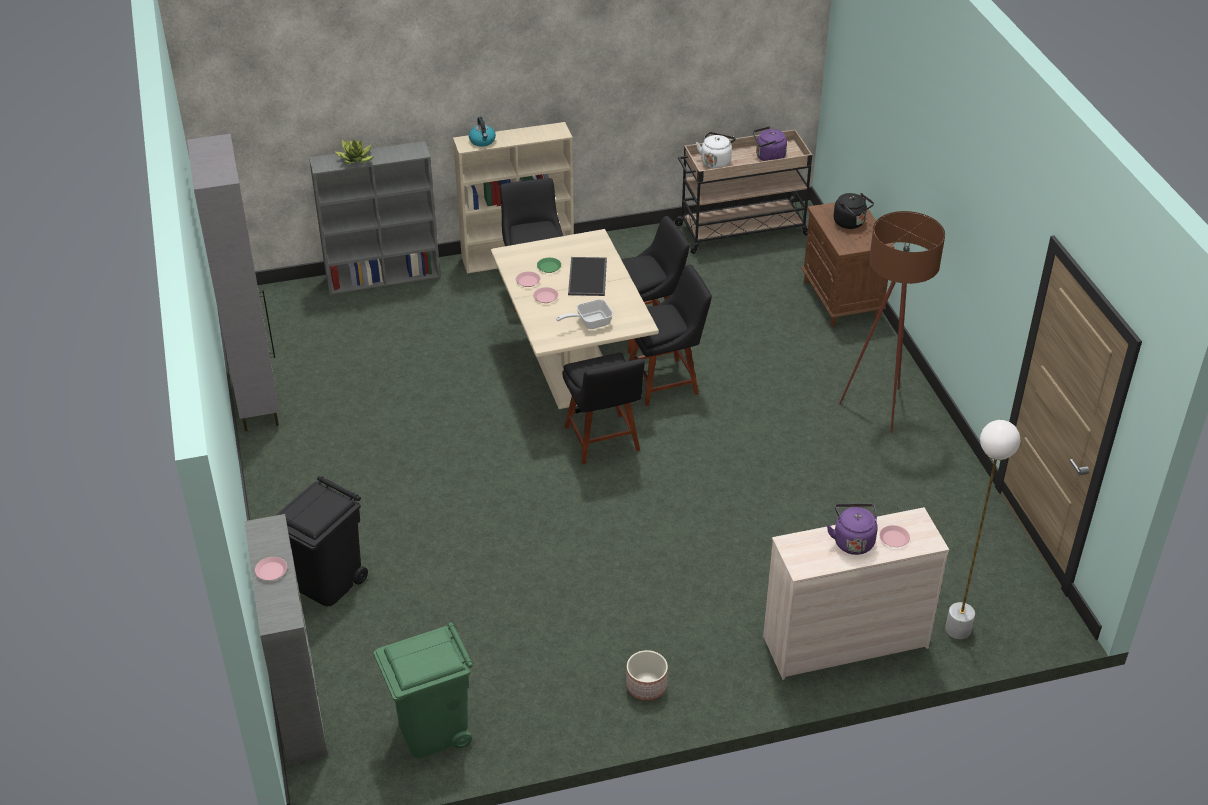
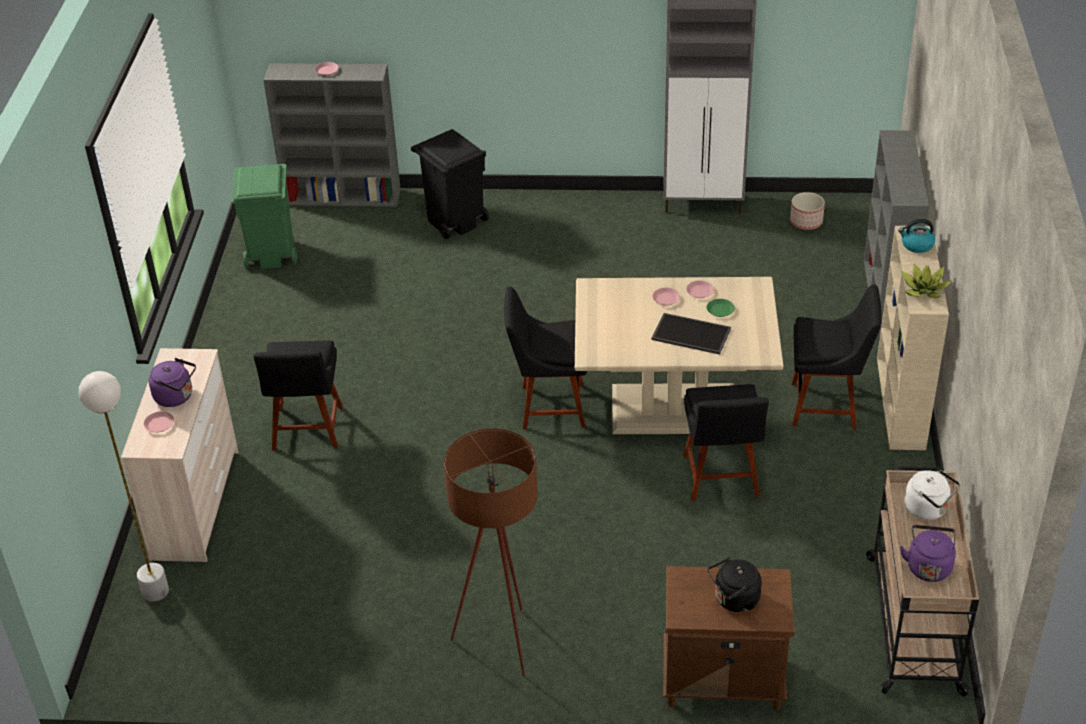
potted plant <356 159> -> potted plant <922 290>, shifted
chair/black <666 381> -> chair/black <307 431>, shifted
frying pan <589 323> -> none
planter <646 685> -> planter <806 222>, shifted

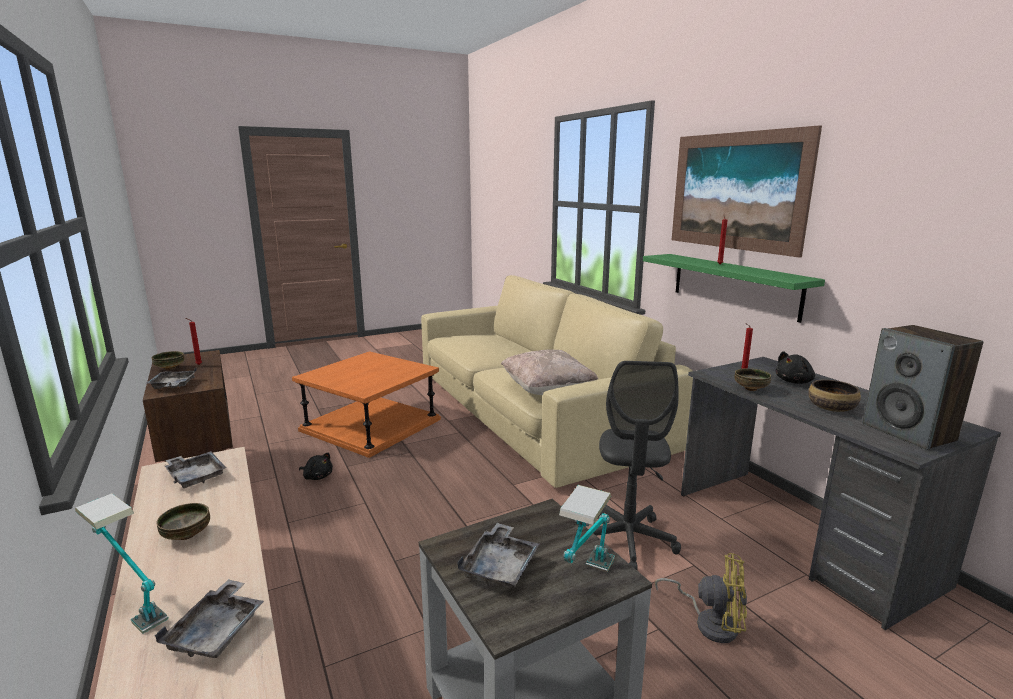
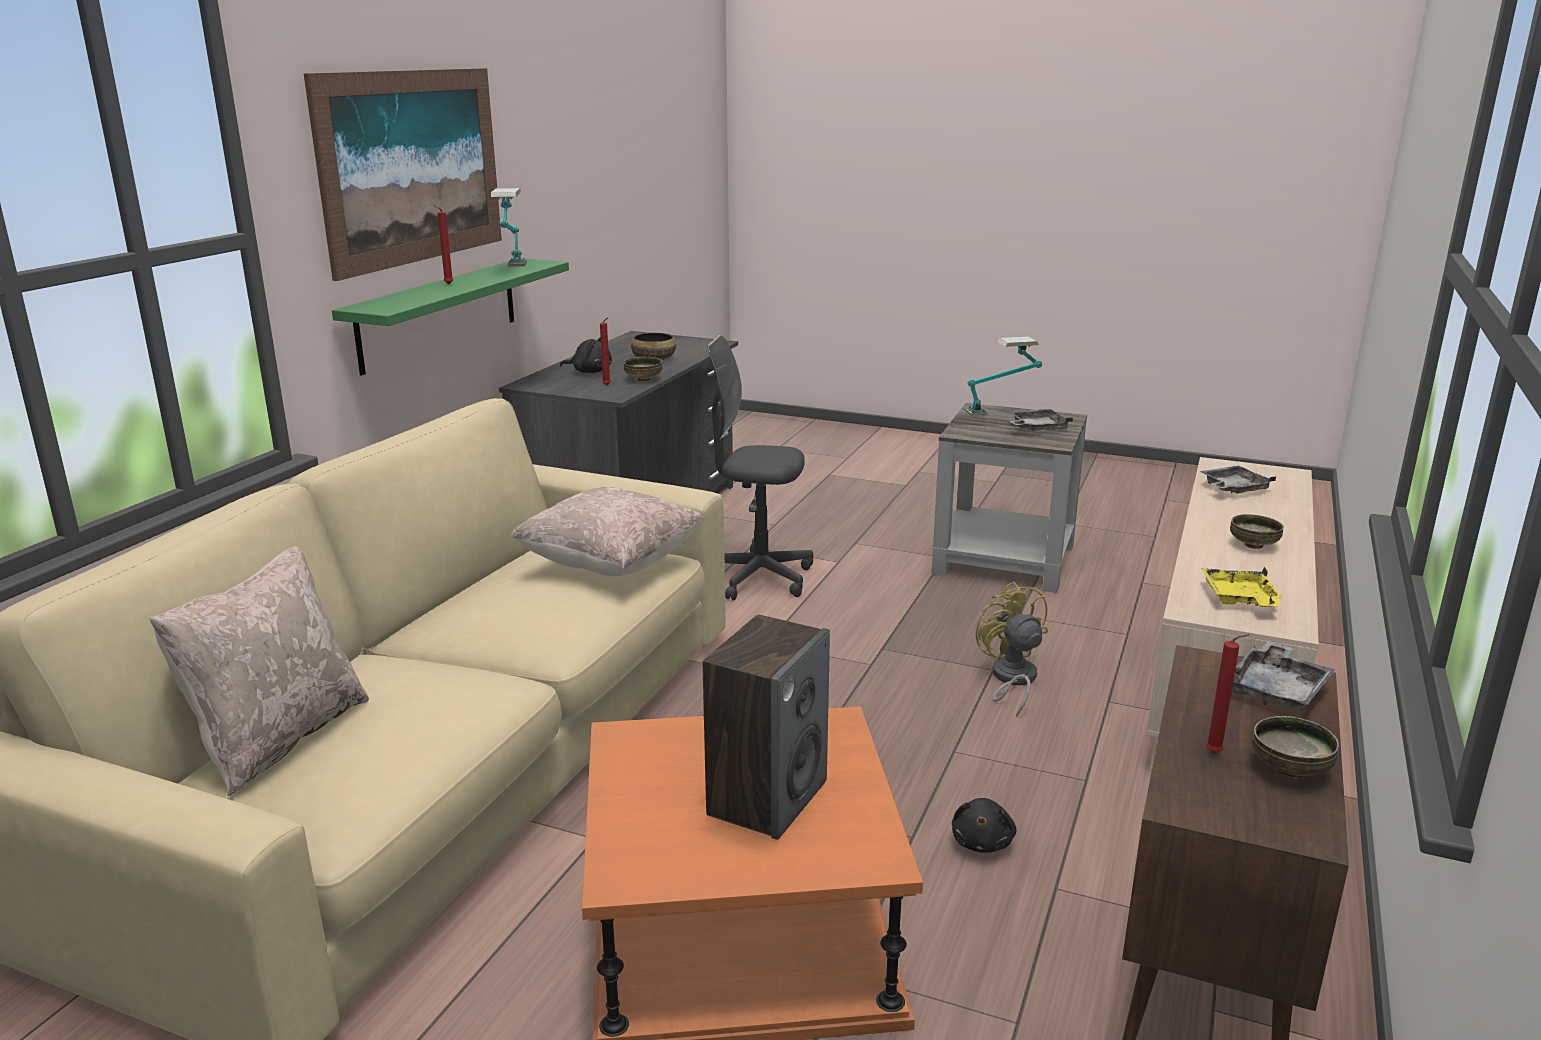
speaker <909 432> -> speaker <767 797>, shifted
office chair/grey <628 541> -> office chair/grey <758 578>, 135 degrees counterclockwise
tray/grey <195 476> -> tray/yellow <1240 599>
plush toy/black <317 476> -> plush toy/black <982 842>, 150 degrees counterclockwise
table lamp <132 604> -> table lamp <514 269>, shifted
fan/yellow <710 622> -> fan/yellow <1011 680>, shifted
none -> pillow/beige <278 738>

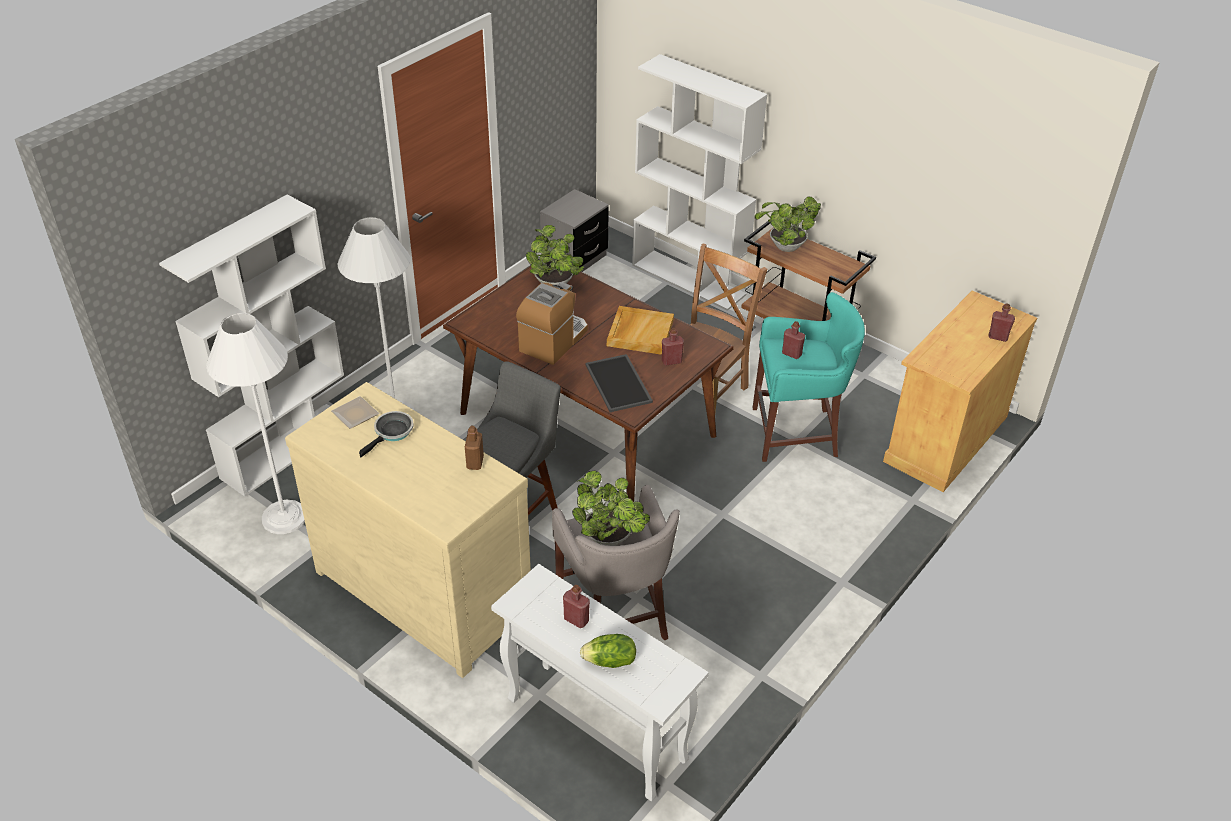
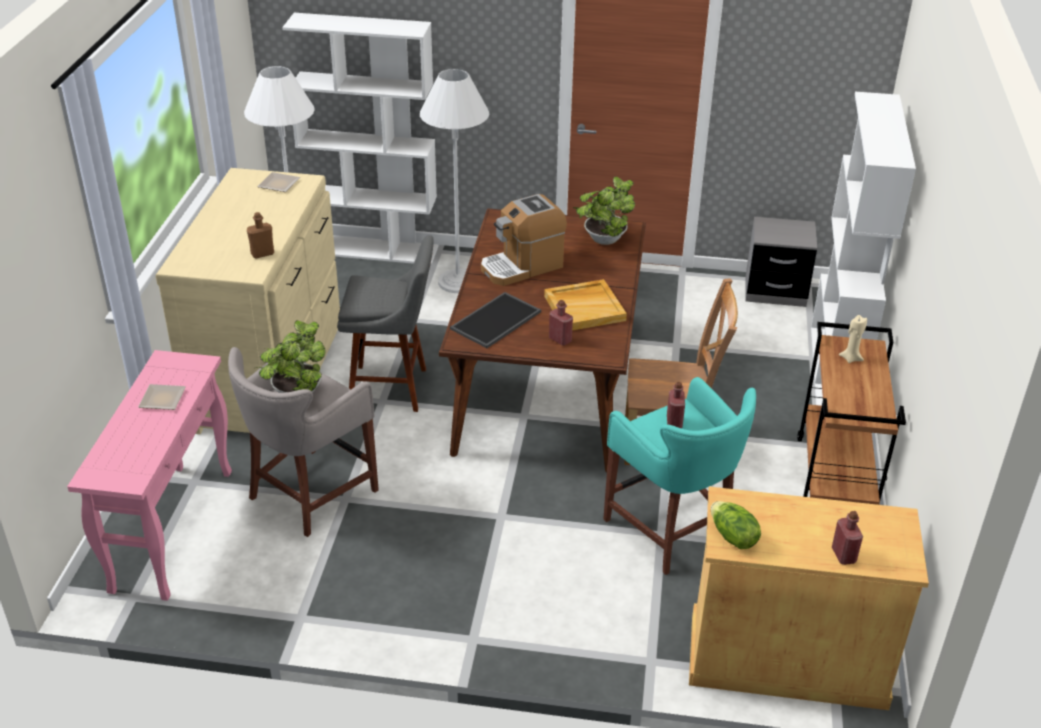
potted plant <784 247> -> candle/beige <850 358>
coffee machine <553 340> -> coffee machine <522 266>, 150 degrees clockwise
frying pan <392 433> -> none
console table/white <594 729> -> console table/pink <173 529>
bottle/red <576 619> -> plate <164 398>
lettuce <610 661> -> lettuce <732 537>, shifted

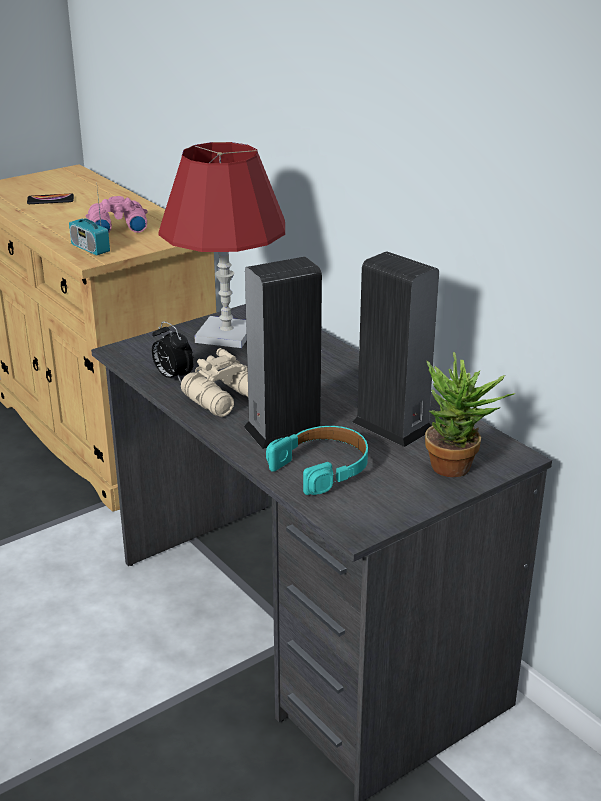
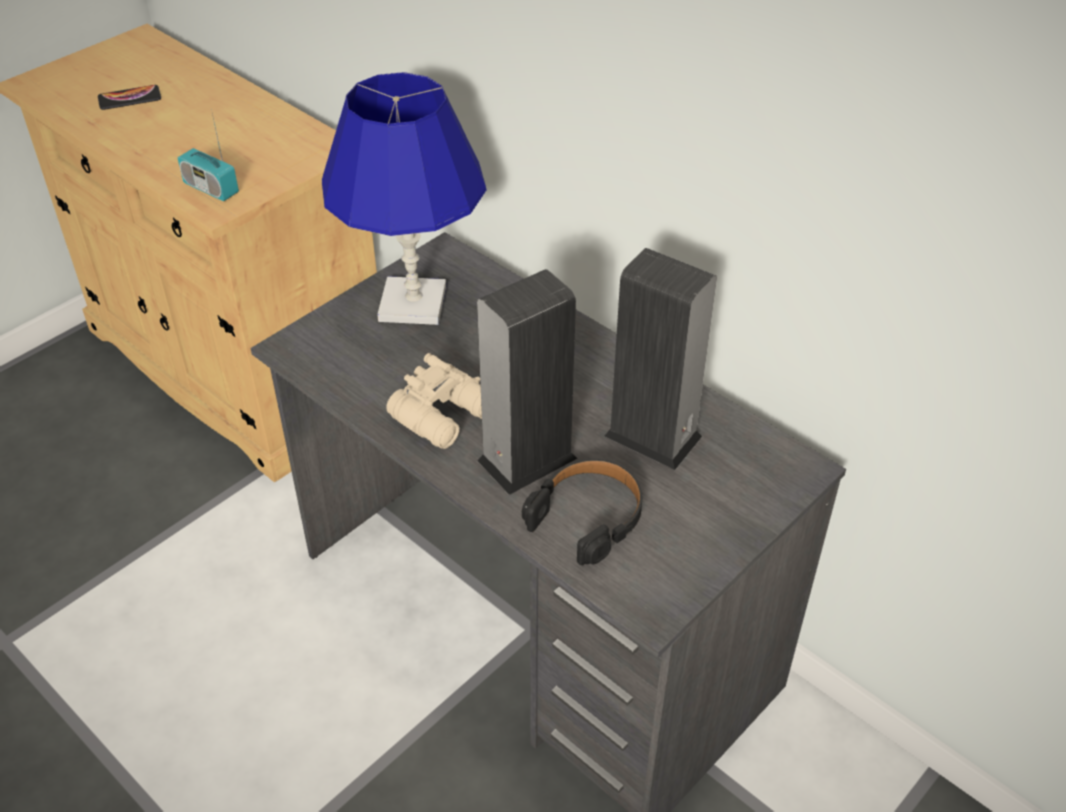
table lamp/red <226 335> -> table lamp/blue <413 303>
binoculars/pink <116 227> -> none
alarm clock <172 377> -> none
potted plant <459 469> -> none
headphones/turquoise <322 467> -> headphones/black <588 517>

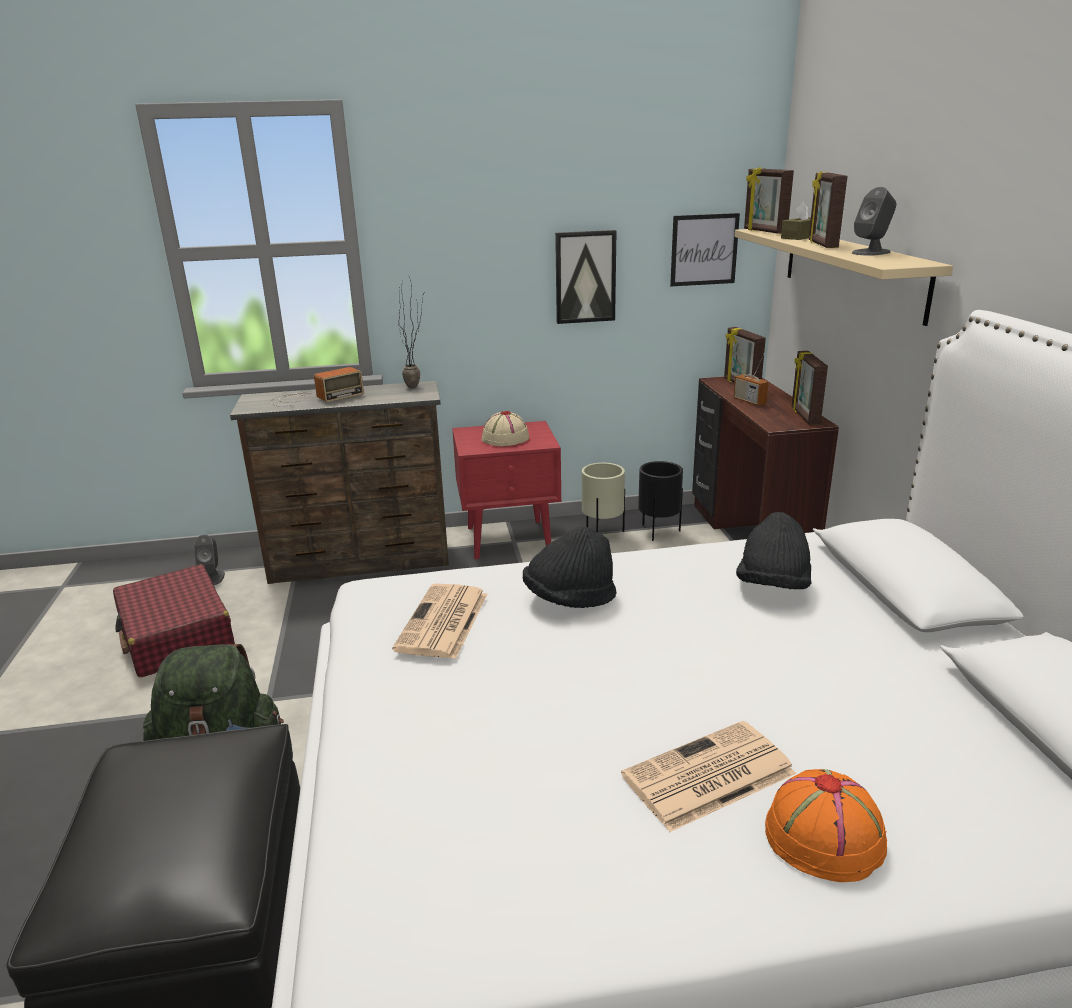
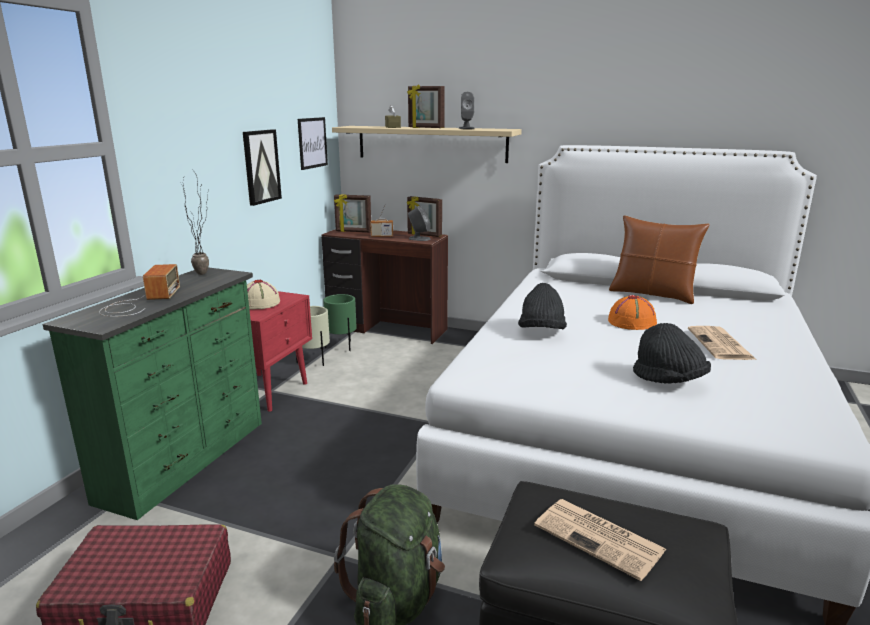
picture frame <764 231> -> none
dresser/brown <361 562> -> dresser/green <187 460>
planter/black <658 533> -> planter/green <342 347>
hat/black <772 586> -> hat/black <669 381>, shifted
speaker/grey <212 578> -> speaker/grey <419 239>, shifted
newspaper <443 622> -> newspaper <600 538>, shifted
hat/orange <824 836> -> hat/orange <632 322>, shifted
none -> pillow/brown <652 294>

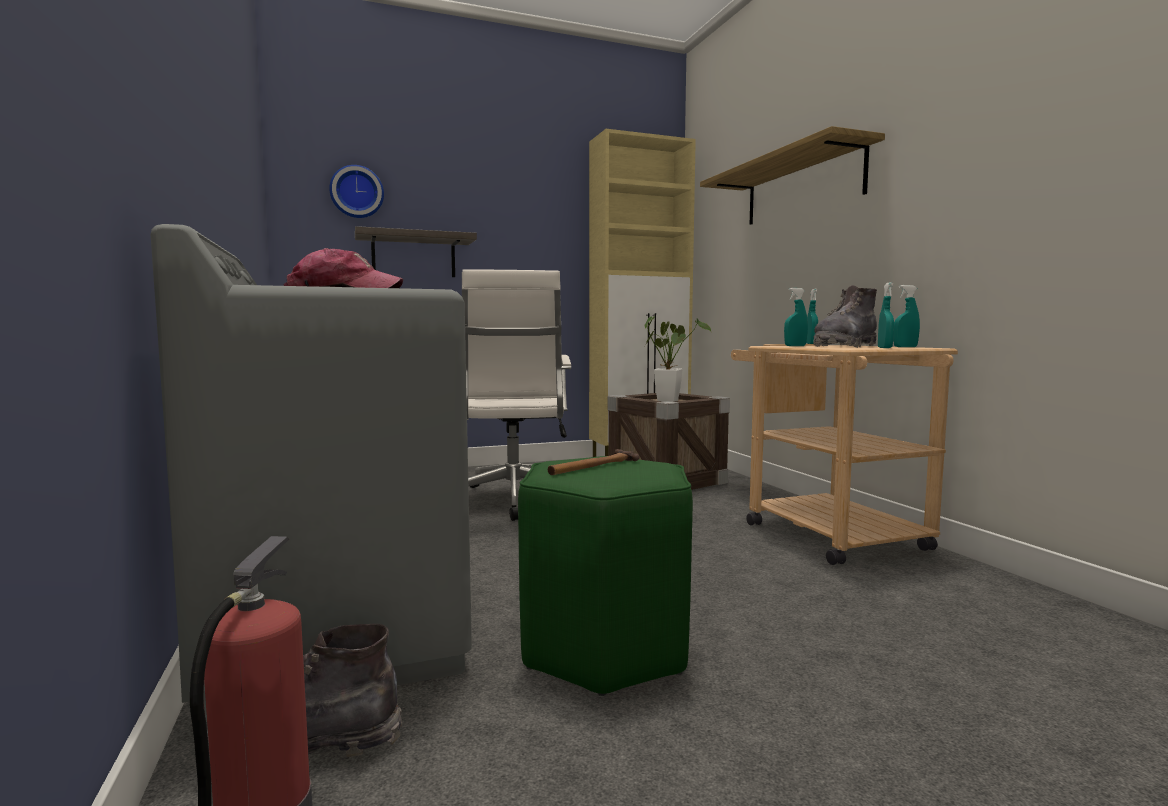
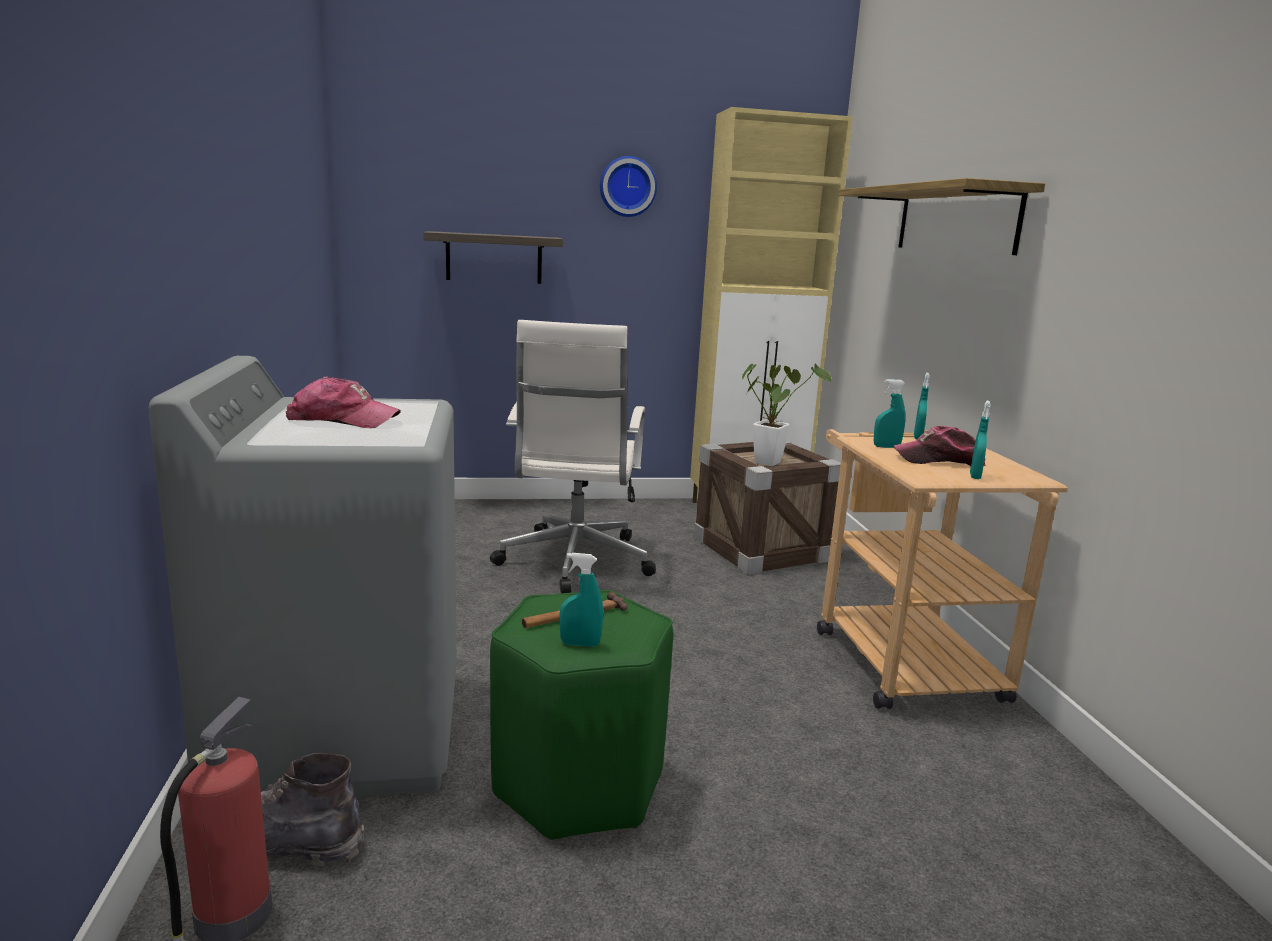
wall clock <357 192> -> wall clock <627 186>, shifted
boot/grey <845 347> -> cap <939 460>
spray bottle/turquoise <905 347> -> spray bottle/turquoise <580 644>, shifted

